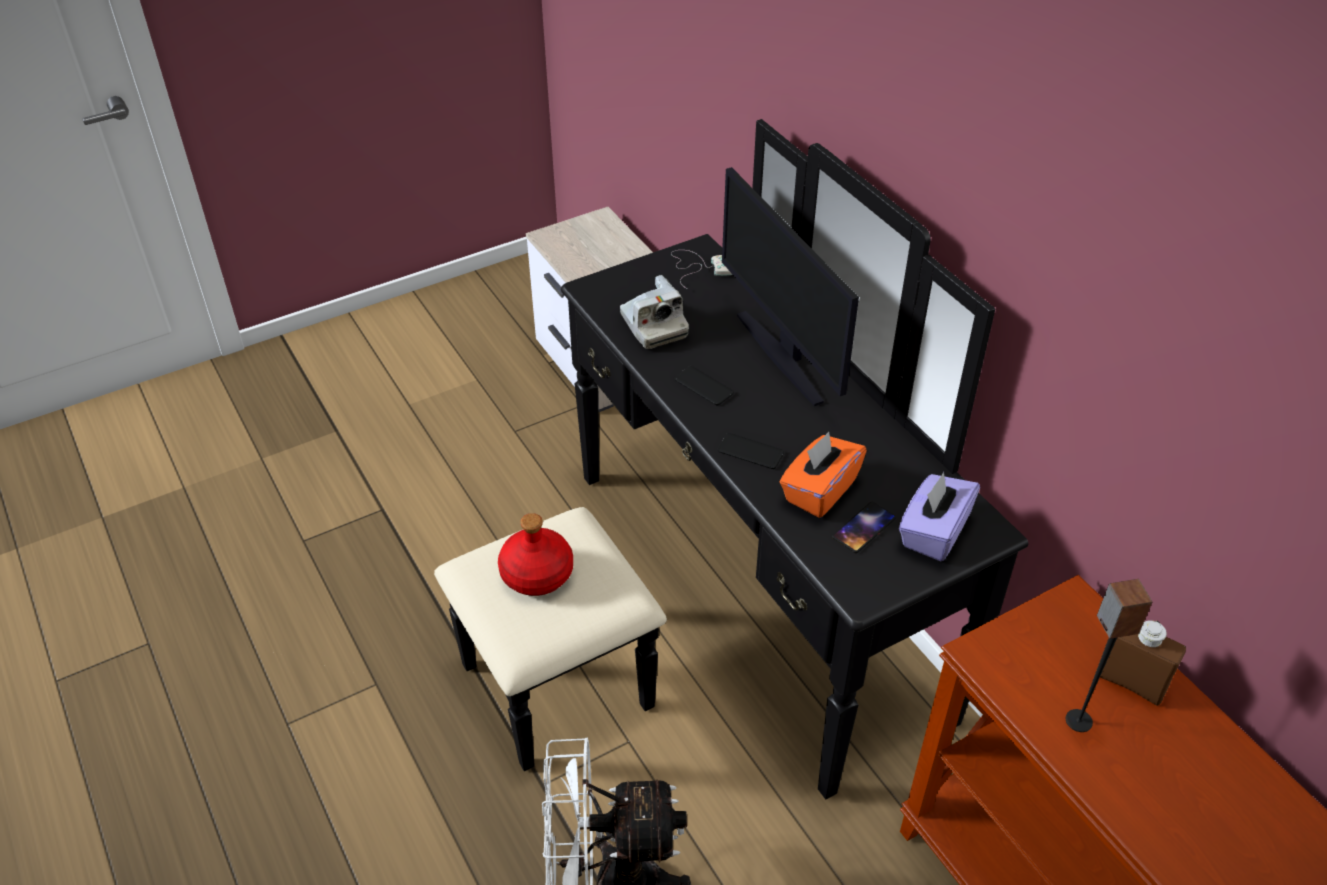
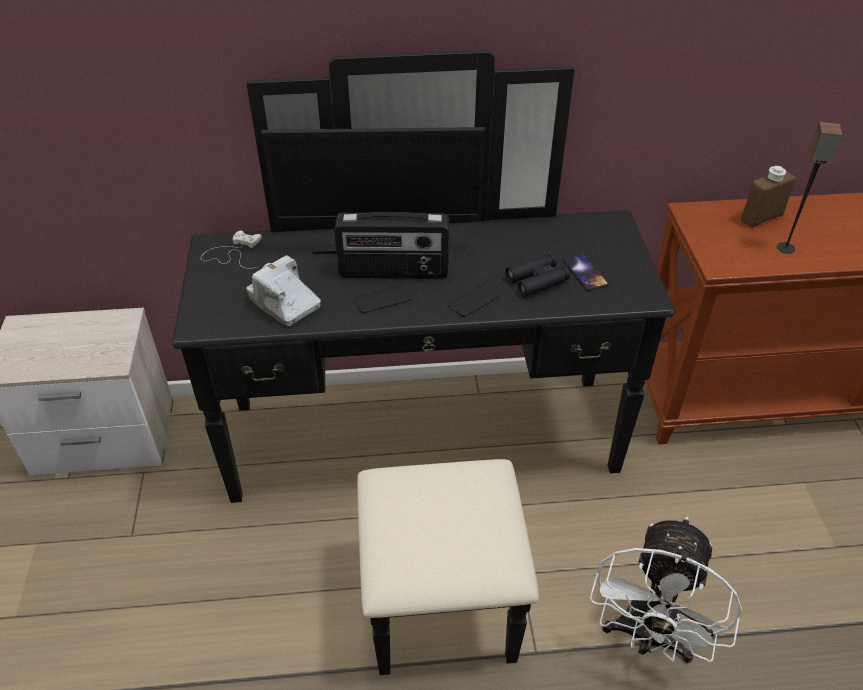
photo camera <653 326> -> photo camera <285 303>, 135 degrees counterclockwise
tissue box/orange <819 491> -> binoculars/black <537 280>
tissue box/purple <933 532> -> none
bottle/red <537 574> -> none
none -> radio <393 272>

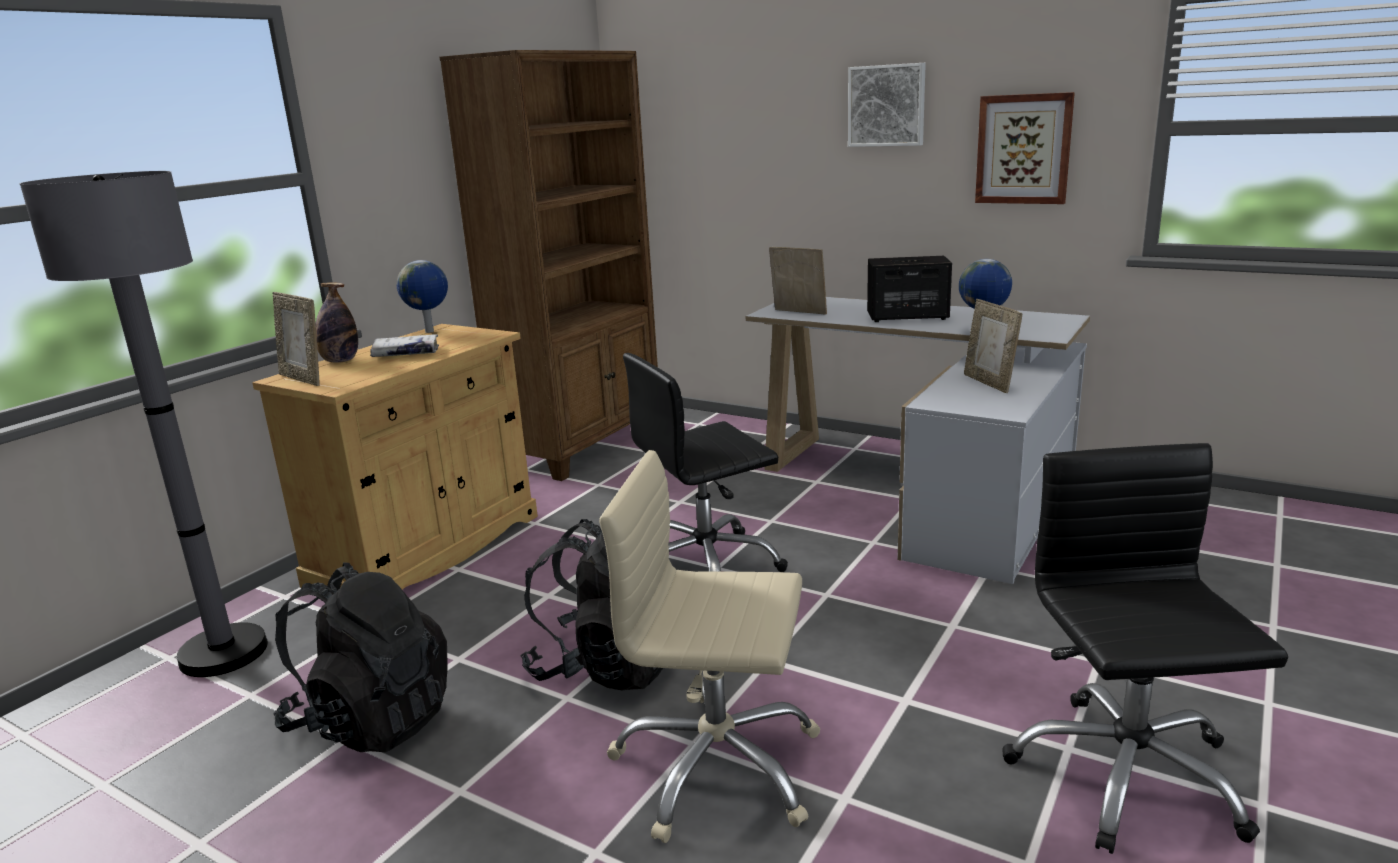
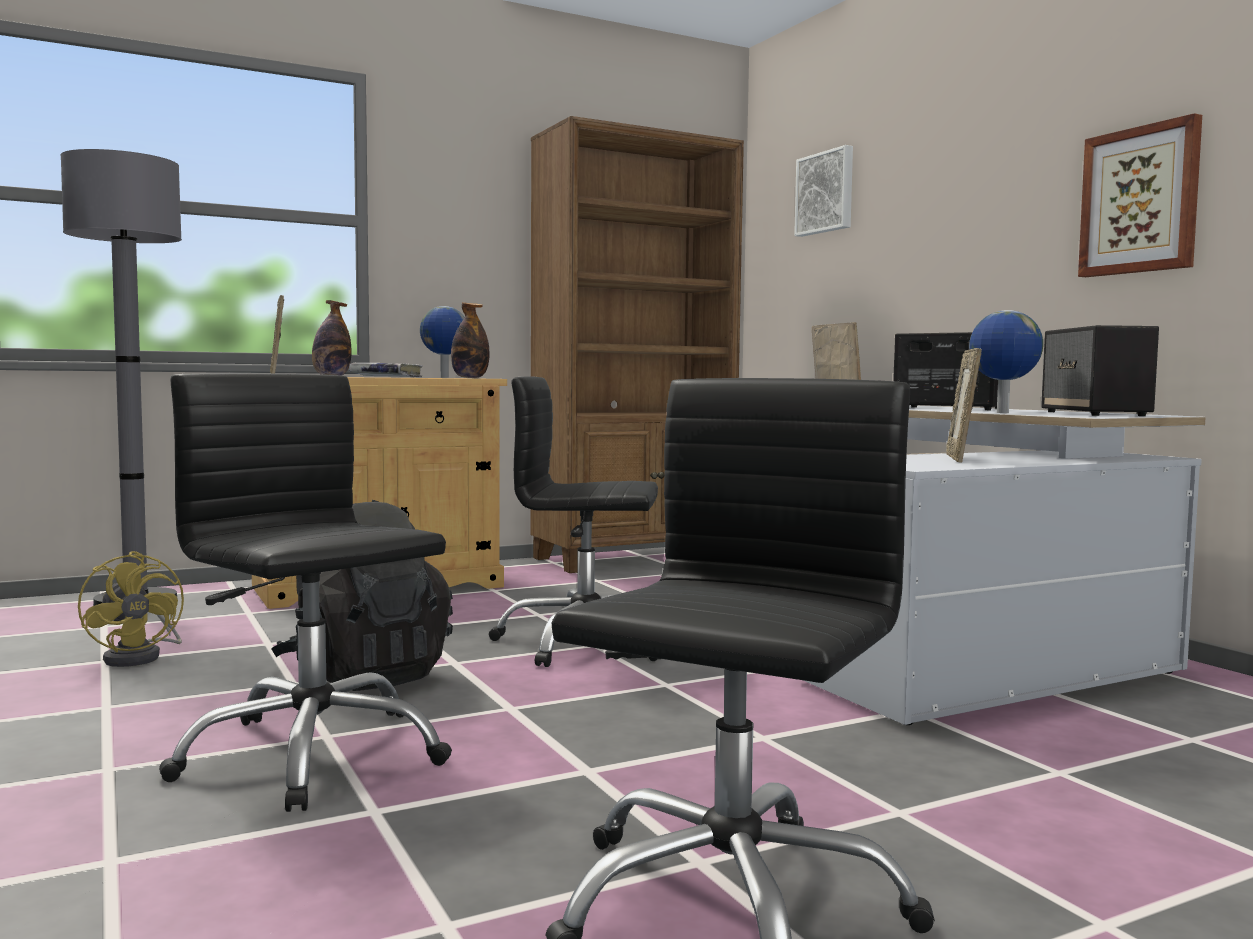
picture <887 105> -> picture <826 193>, shifted
office chair/beige <717 767> -> office chair/black <311 755>
backpack/black <372 720> -> fan/yellow <141 657>
none -> bottle <470 378>
none -> speaker <1095 414>

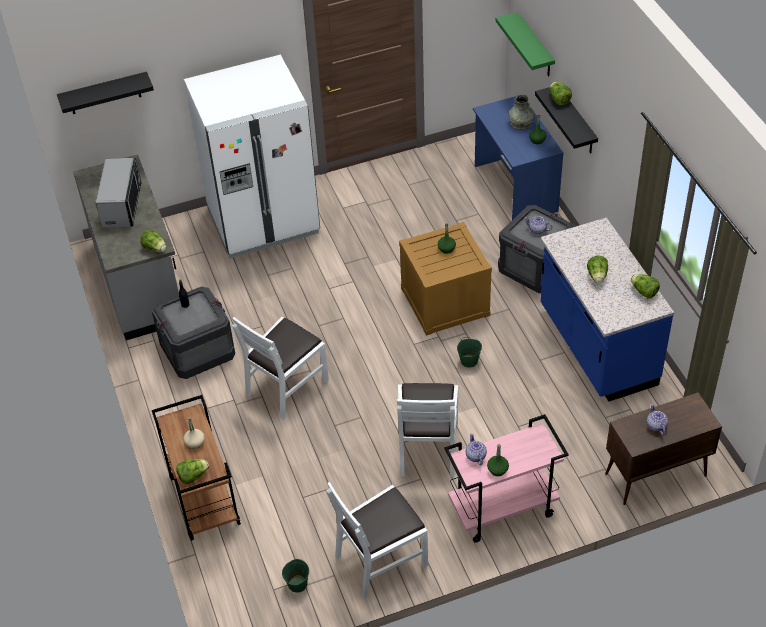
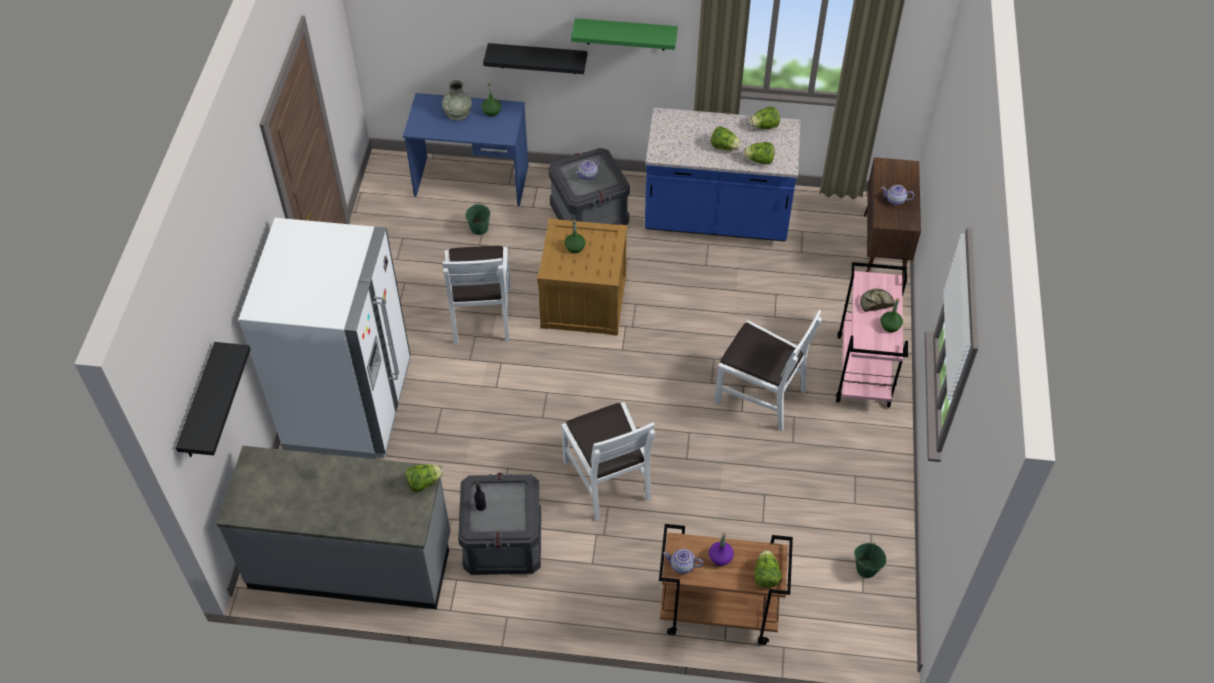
shelf/green <535 46> -> shelf/green <626 34>, shifted
lettuce <559 99> -> lettuce <759 160>, shifted
microwave <122 205> -> none
bucket/green <469 361> -> bucket/green <479 228>, shifted
bottle/beige <195 442> -> bottle/purple <720 557>
teapot <475 456> -> teapot <682 566>, shifted
chair/white <381 559> -> chair/white <481 314>, shifted
none -> bread <875 302>

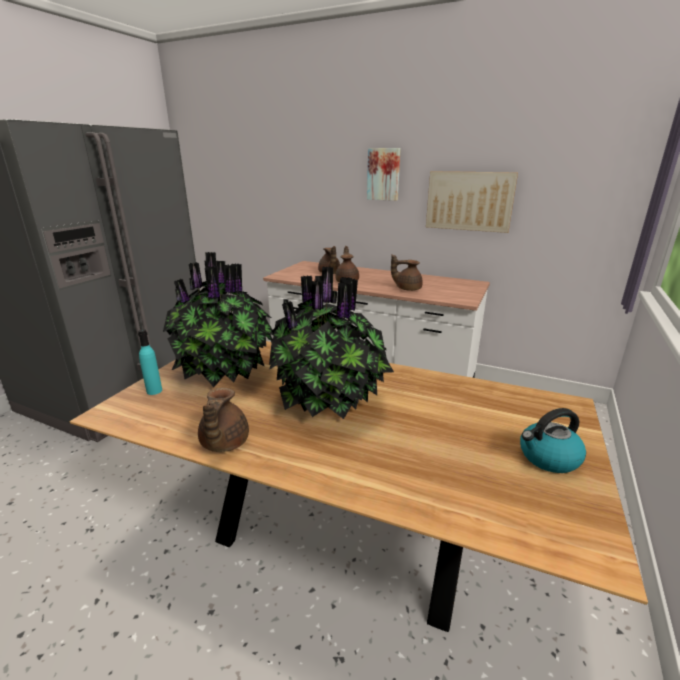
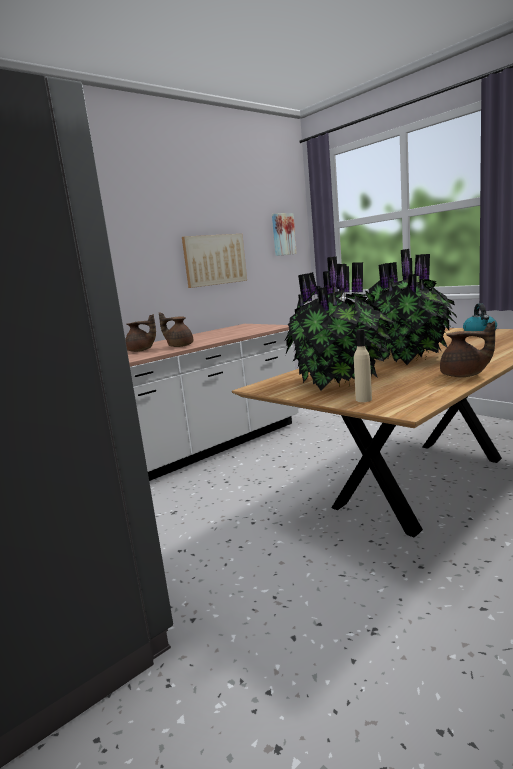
picture <384 174> -> picture <283 234>, shifted
teapot/brown <407 288> -> none
bottle/turquoise <154 391> -> bottle/beige <363 399>

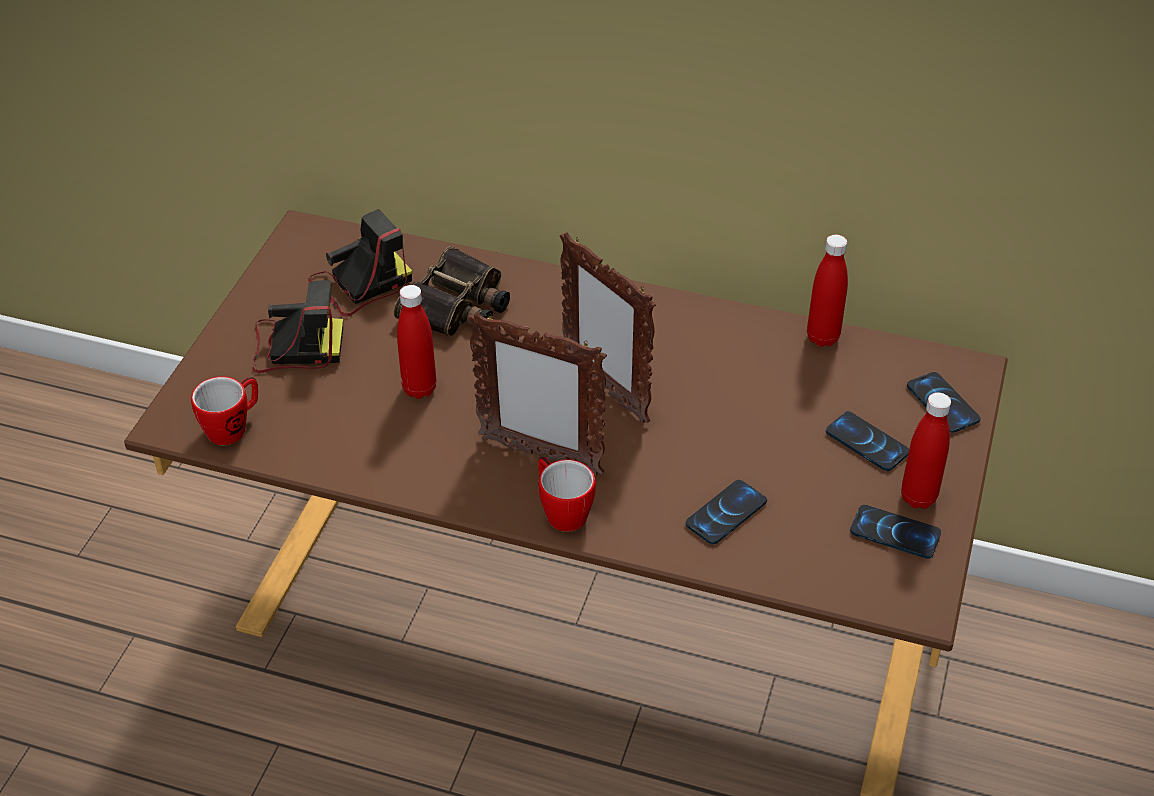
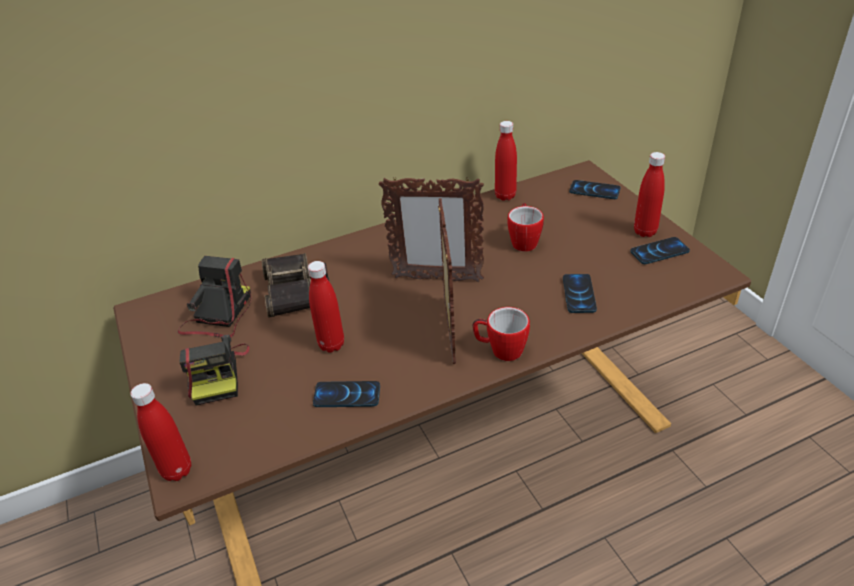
photo camera <295 347> -> photo camera <217 374>, 120 degrees clockwise
picture frame <539 456> -> picture frame <449 332>, 75 degrees counterclockwise
mug <233 427> -> mug <524 241>, shifted
phone <867 442> -> phone <347 395>, shifted
none -> bottle/red <177 470>

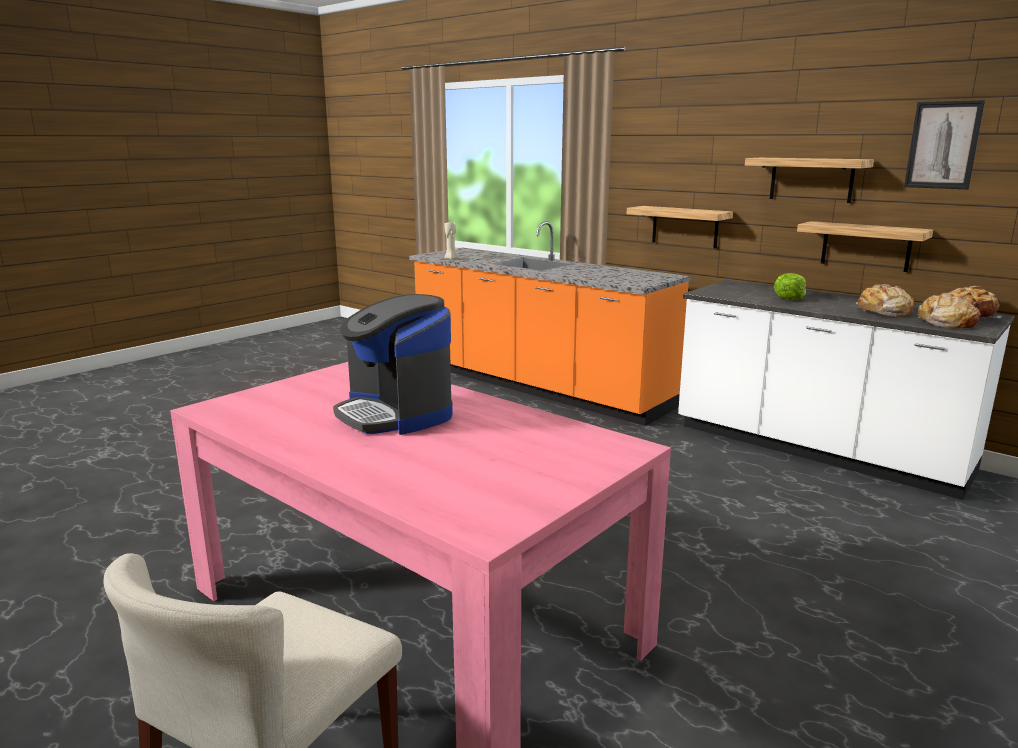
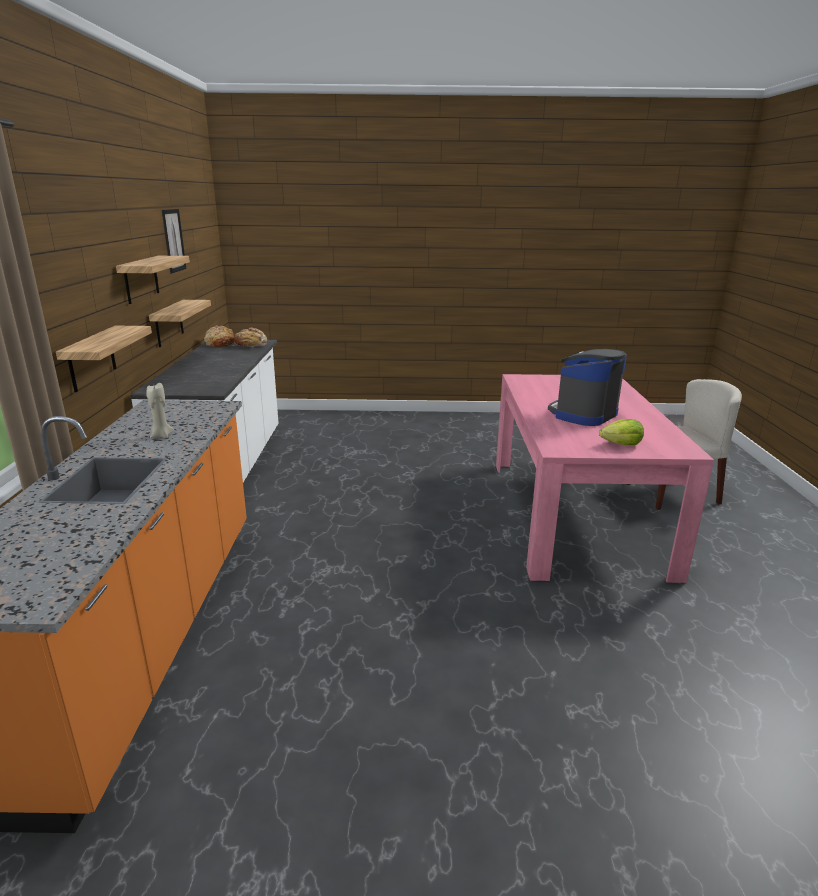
candle/beige <451 259> -> candle/beige <161 435>, shifted
lettuce <789 297> -> lettuce <621 444>, shifted
bread <883 312> -> none
coffee machine <395 414> -> coffee machine <583 414>, 150 degrees counterclockwise

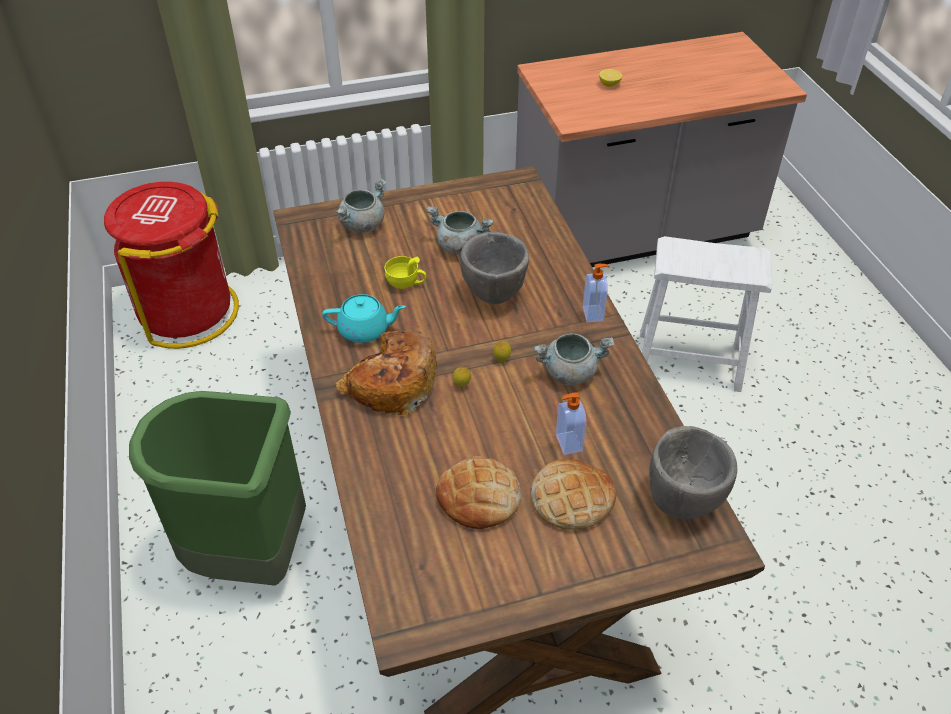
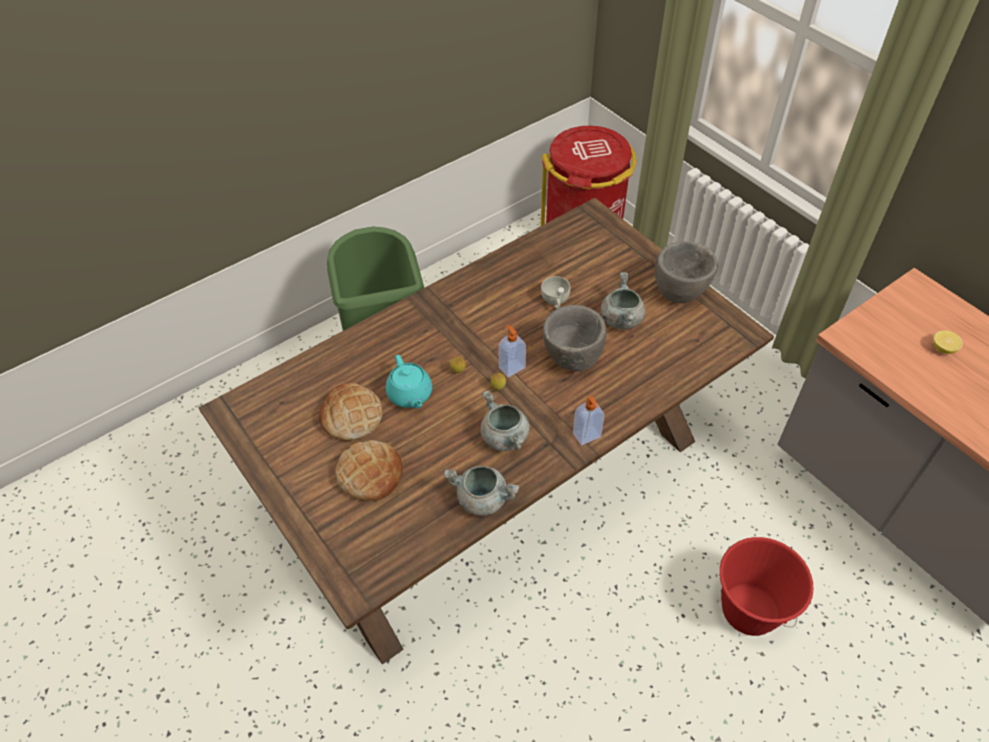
cooking pot/grey <362 224> -> cooking pot/grey <482 499>, shifted
stool/white <689 361> -> bucket/red <748 610>
cup/yellow <406 283> -> cup/white <555 301>
teapot/turquoise <365 330> -> teapot/turquoise <410 395>, shifted
bread <390 383> -> none
soap dispenser <567 443> -> soap dispenser <511 367>, shifted
bowl/grey <683 501> -> bowl/grey <679 295>, shifted

